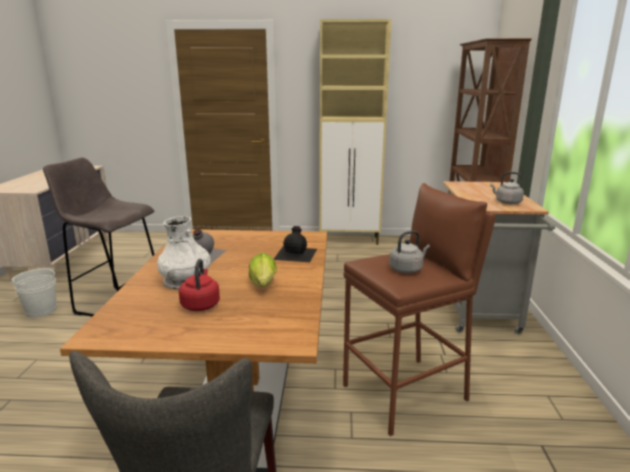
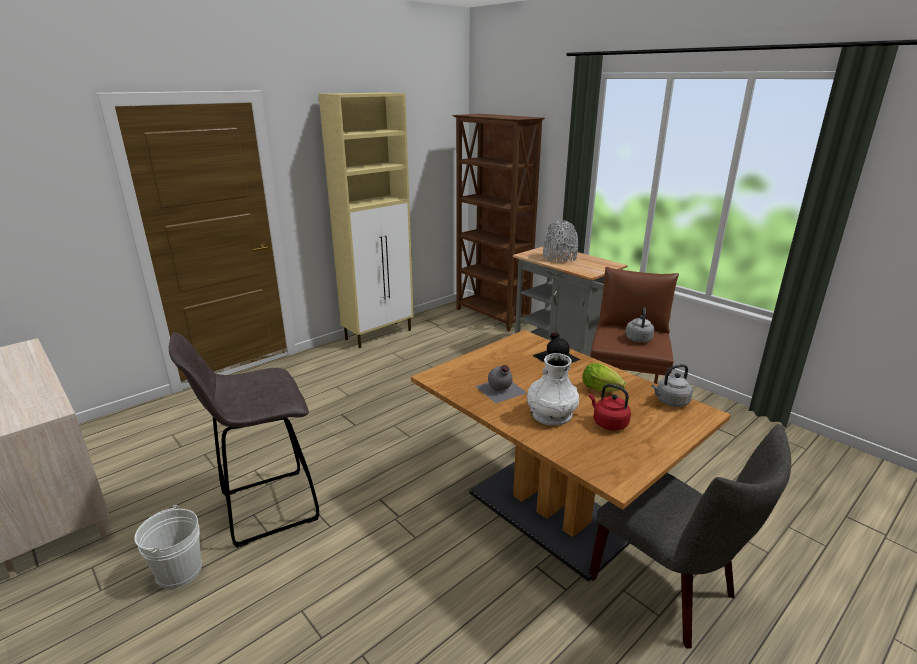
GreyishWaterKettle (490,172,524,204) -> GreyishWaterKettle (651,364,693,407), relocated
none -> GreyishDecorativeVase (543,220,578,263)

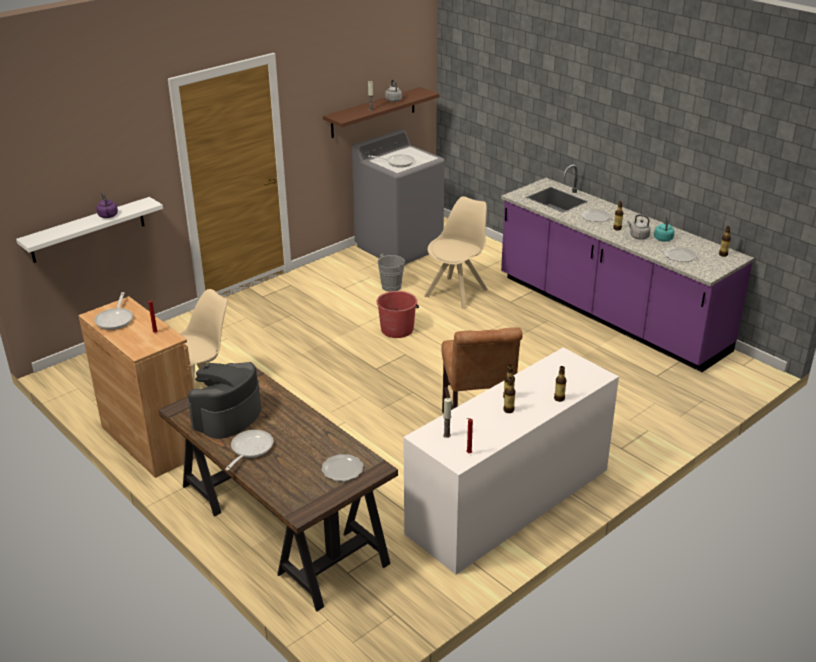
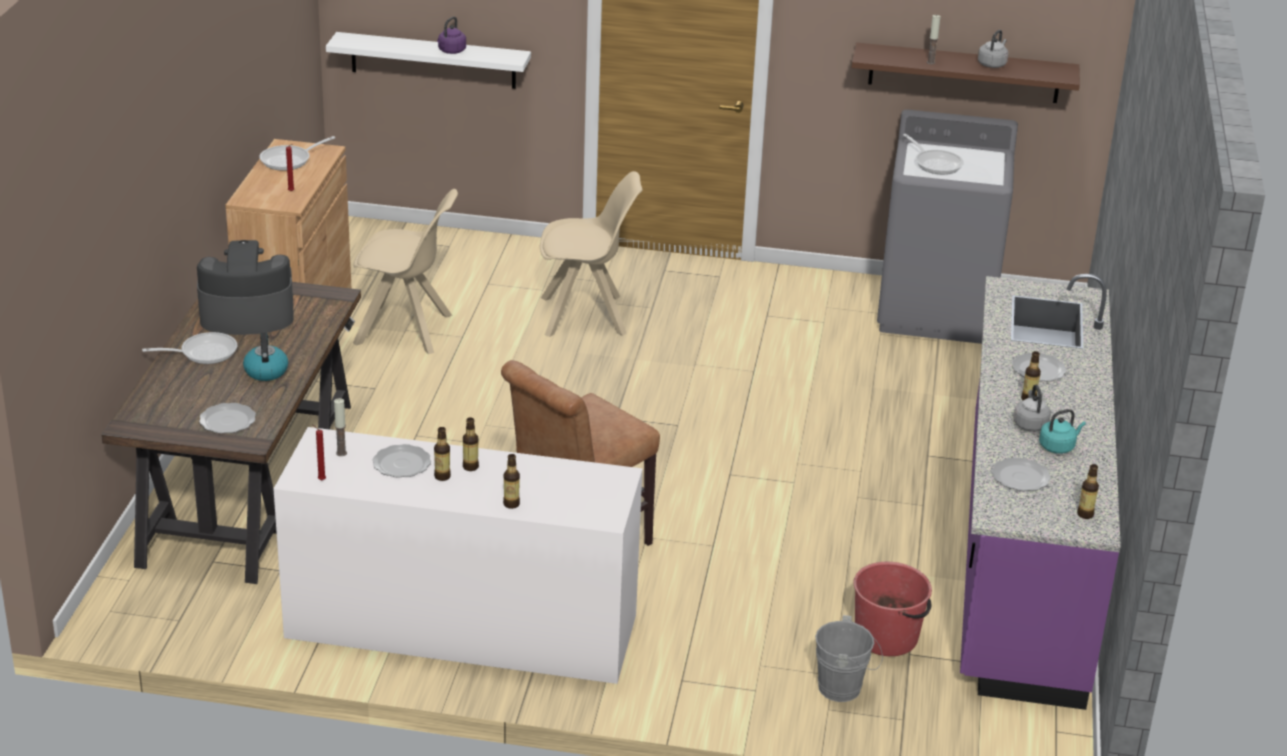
BeigeColouredPlainChair (424,196,488,309) -> BeigeColouredPlainChair (540,171,643,337), relocated
GreyishWaterBucket (378,254,410,292) -> GreyishWaterBucket (815,615,883,702), relocated
RedWaterBucket (376,291,419,338) -> RedWaterBucket (853,562,932,656), relocated
none -> WaterKettle (243,332,288,381)
none -> Plate (373,444,431,478)

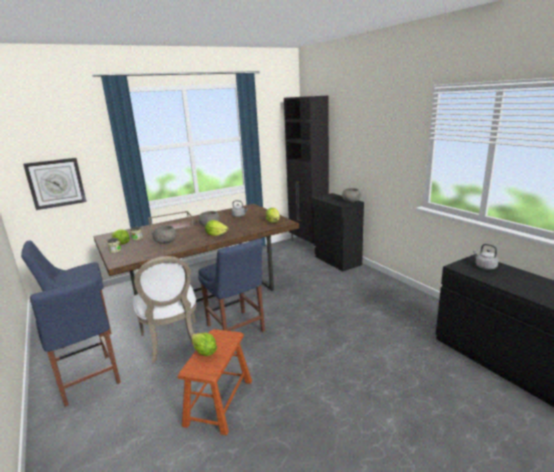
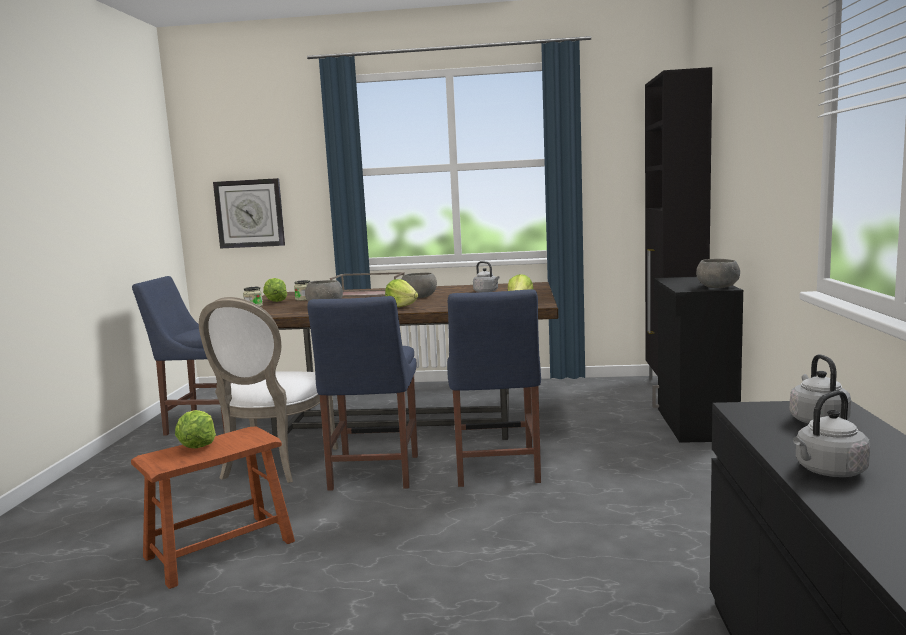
BlueColouredPlainChair (30,277,121,407) -> BlueColouredPlainChair (447,289,541,487), relocated
none -> GreyishWaterKettle (793,390,870,477)

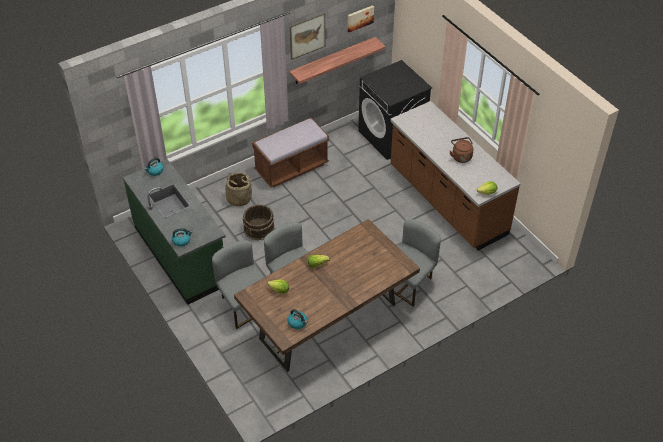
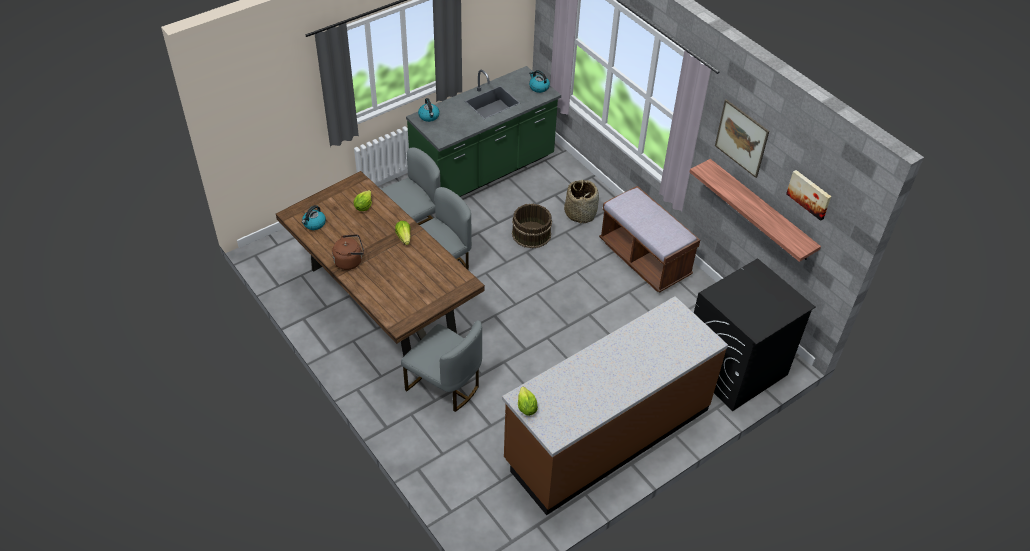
BrownishWaterKettle (450,137,473,163) -> BrownishWaterKettle (332,234,364,270), relocated

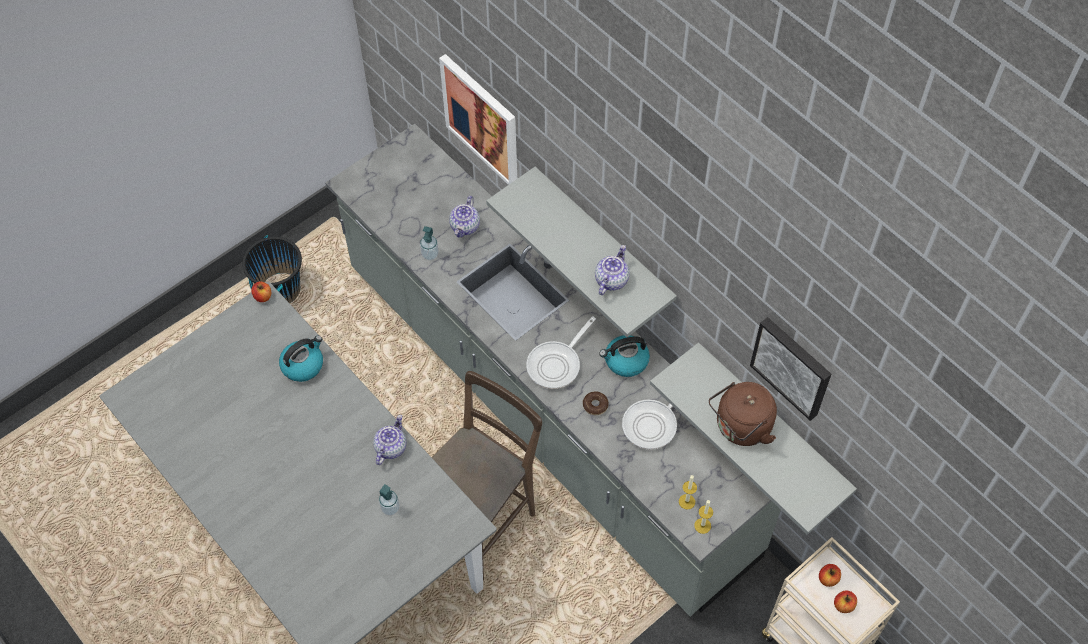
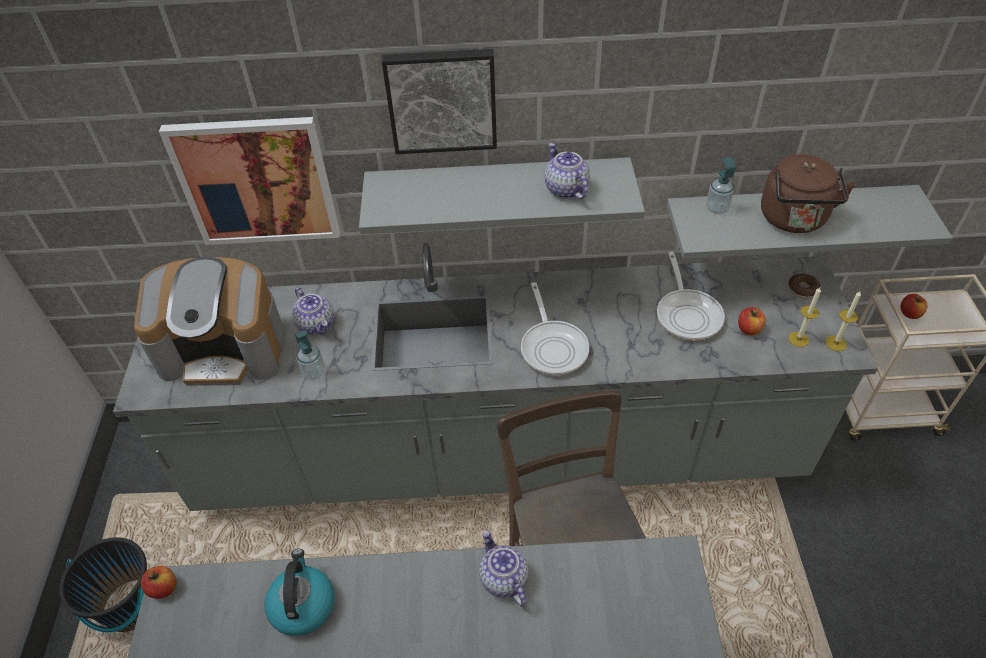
Picture (750,317,831,421) -> Picture (382,49,497,154), relocated
WaterKettle (599,335,650,377) -> none
Doughnut (583,391,609,415) -> Doughnut (788,273,821,299), relocated
SoapBottle (379,484,400,515) -> SoapBottle (706,157,736,214), relocated
Apple (834,590,857,613) -> Apple (738,307,766,335), relocated
none -> CoffeeBrewer (134,257,286,386)

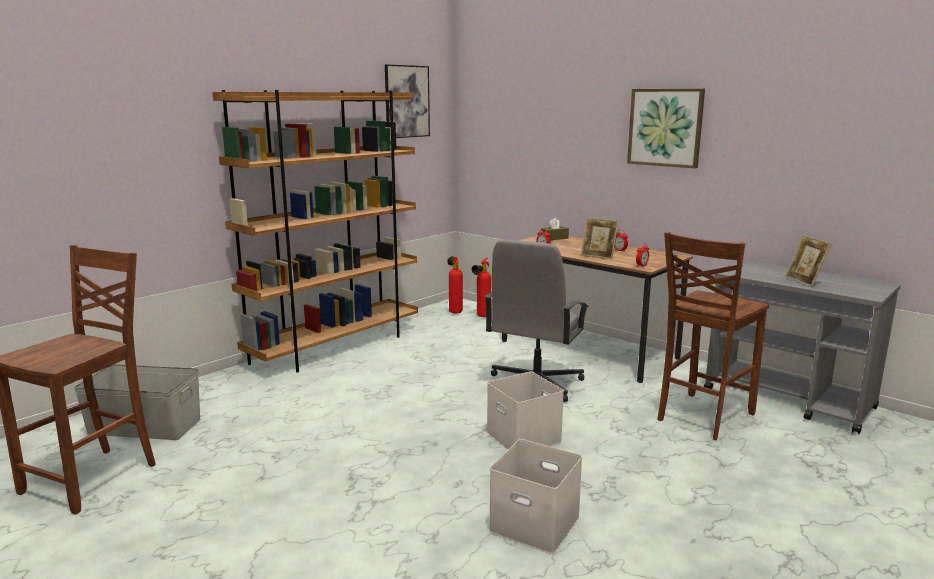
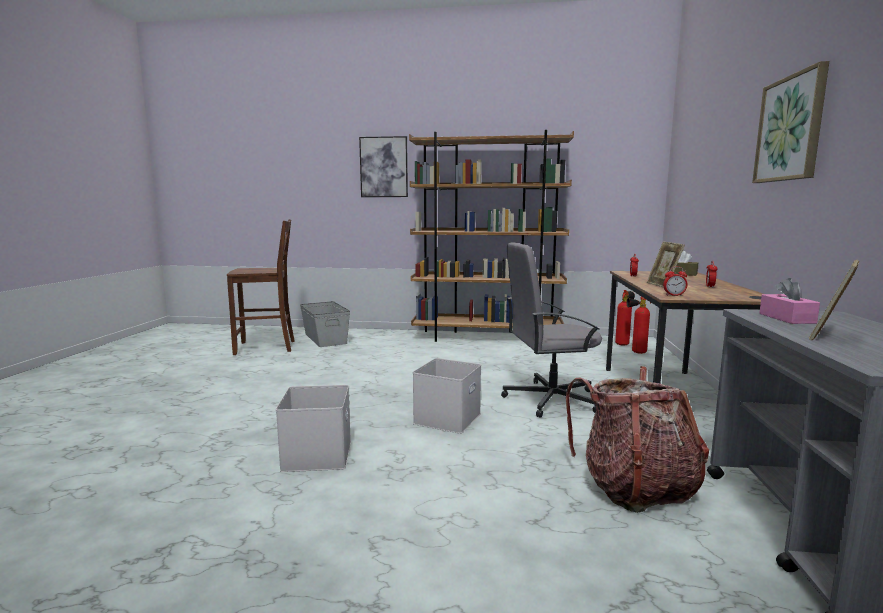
Picture (385,64,430,138) -> Picture (359,136,408,197), relocated
BrownishPlainChair (658,232,769,440) -> Knapsack (566,366,709,513)
none -> PinkishTissueBox (759,278,820,324)

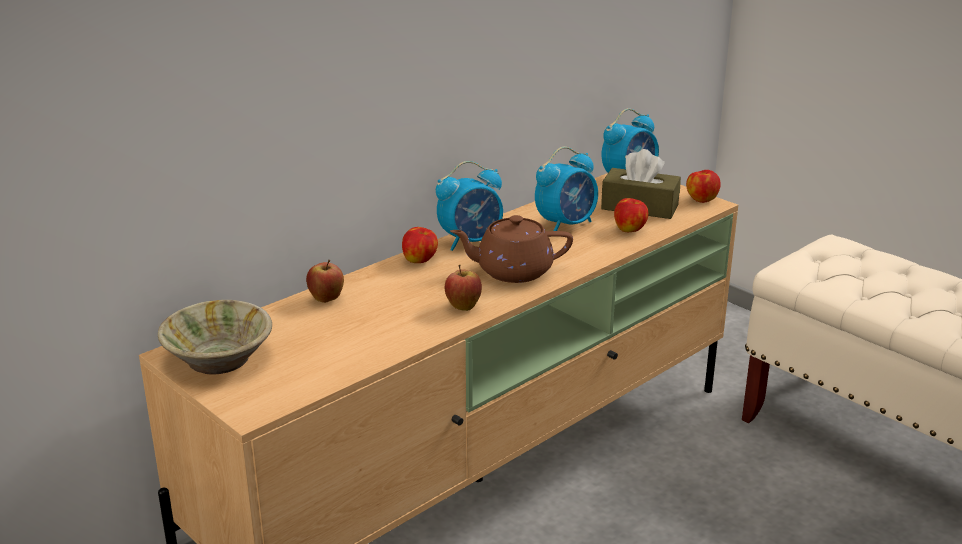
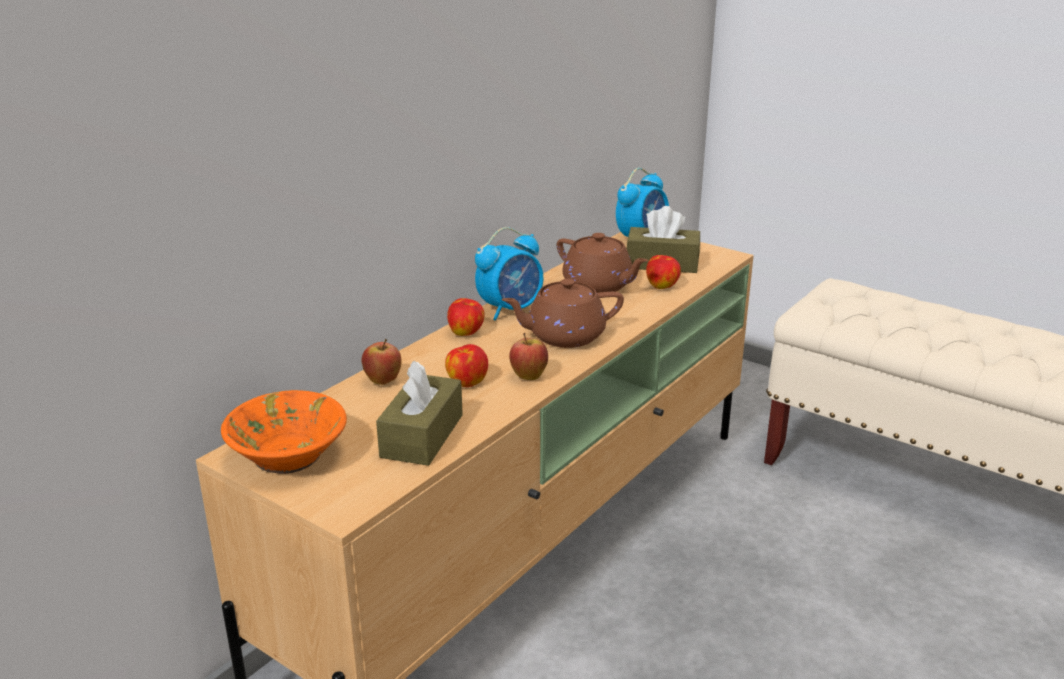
AlarmClock (535,147,598,231) -> BrownishTeapot (557,233,648,293)
Apple (686,170,721,203) -> Apple (445,344,488,387), relocated
BeigeColouredBowl (158,300,272,375) -> OrangeBowl (221,390,347,474)
none -> BrownishTissueBox (376,360,463,466)

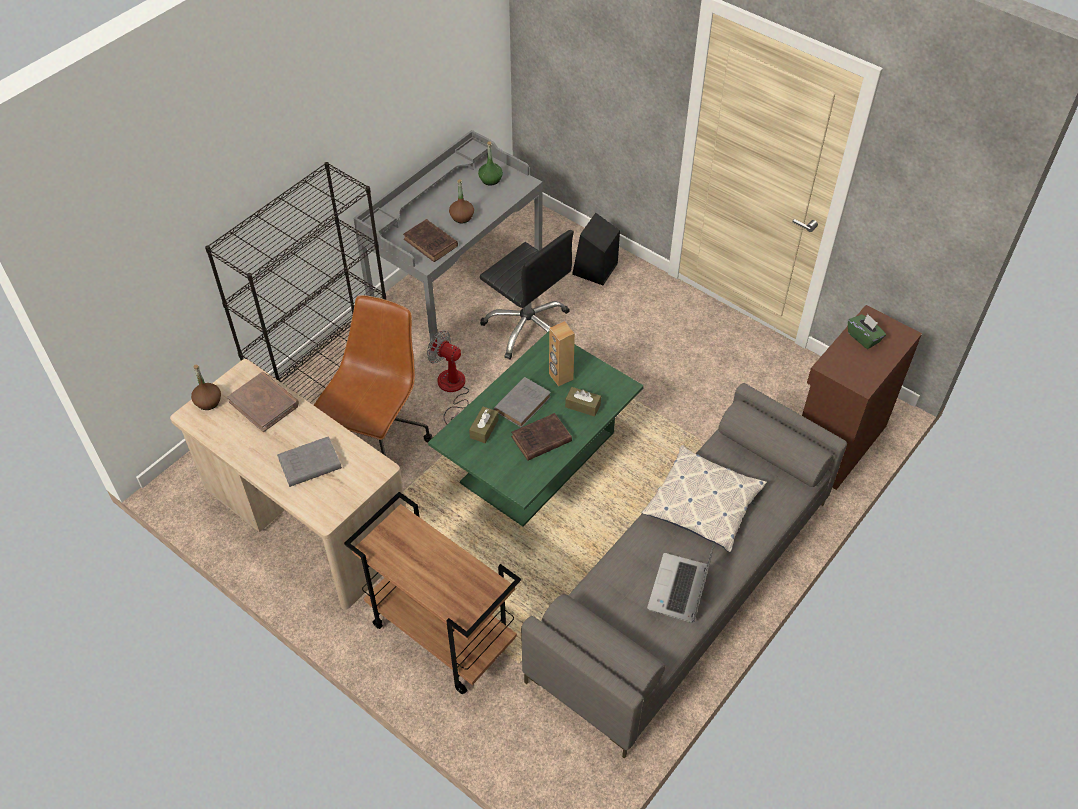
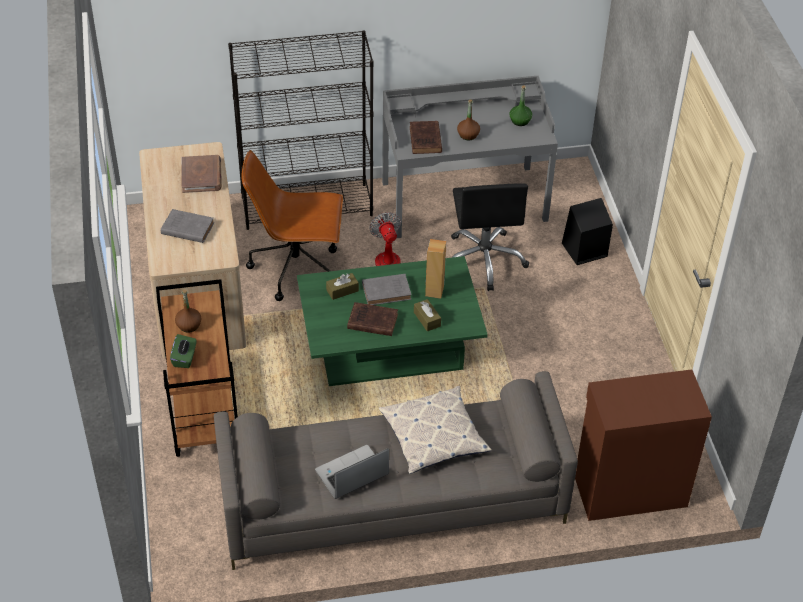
BrownishComputerChair (314,295,432,456) -> BrownishComputerChair (241,150,343,301), 150 degrees counterclockwise
GreenColouredTissueBox (848,314,886,349) -> GreenColouredTissueBox (170,334,197,368), relocated
BrownishDrinkBottle (191,364,221,410) -> BrownishDrinkBottle (175,289,202,333), relocated

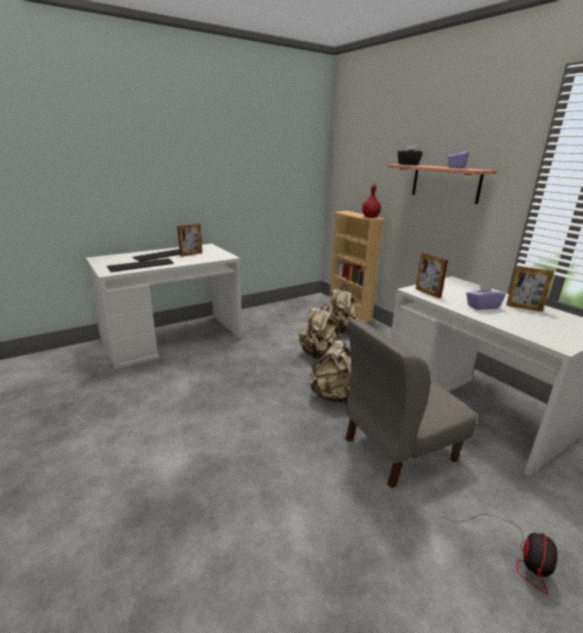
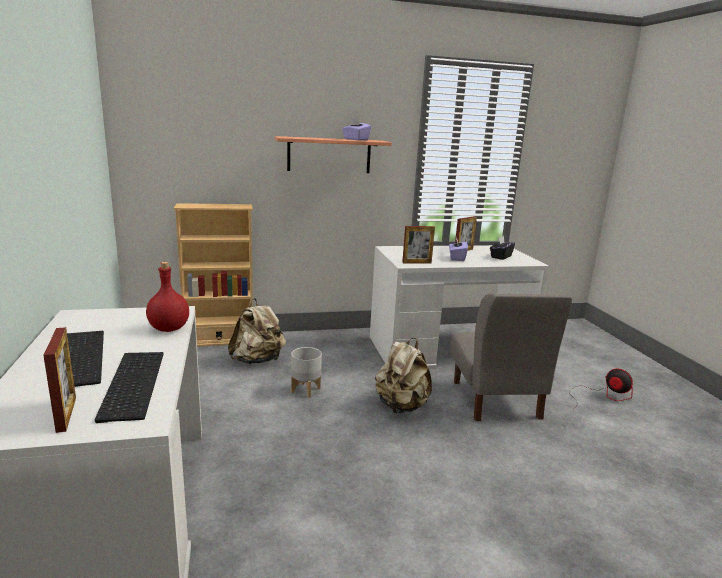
BlackishTissueBox (398,145,423,165) -> BlackishTissueBox (490,236,515,260), relocated
RedDrinkBottle (362,184,381,218) -> RedDrinkBottle (146,262,189,332), relocated
PictureFrame (177,224,202,256) -> PictureFrame (43,327,76,433), relocated
BeigeColouredKnapsack (299,304,339,359) -> GreyishPlanter (291,347,322,398)

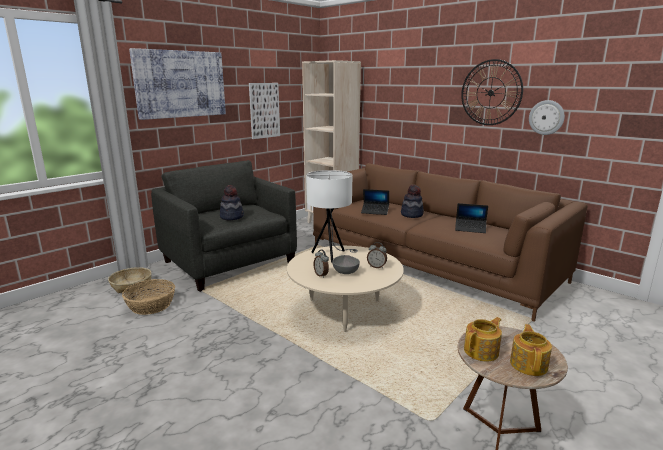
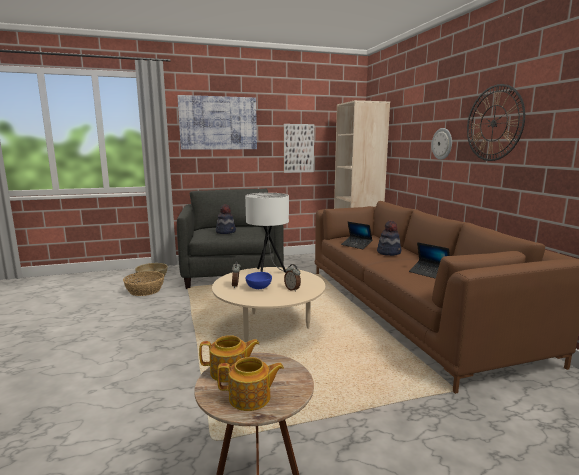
HangingClock (529,100,565,135) -> HangingClock (432,128,452,160), relocated
GreyishBowl (332,255,360,274) -> BlueColouredBowl (246,272,272,289)
Teapot (510,324,552,376) -> Teapot (217,357,284,411), 45 degrees clockwise

